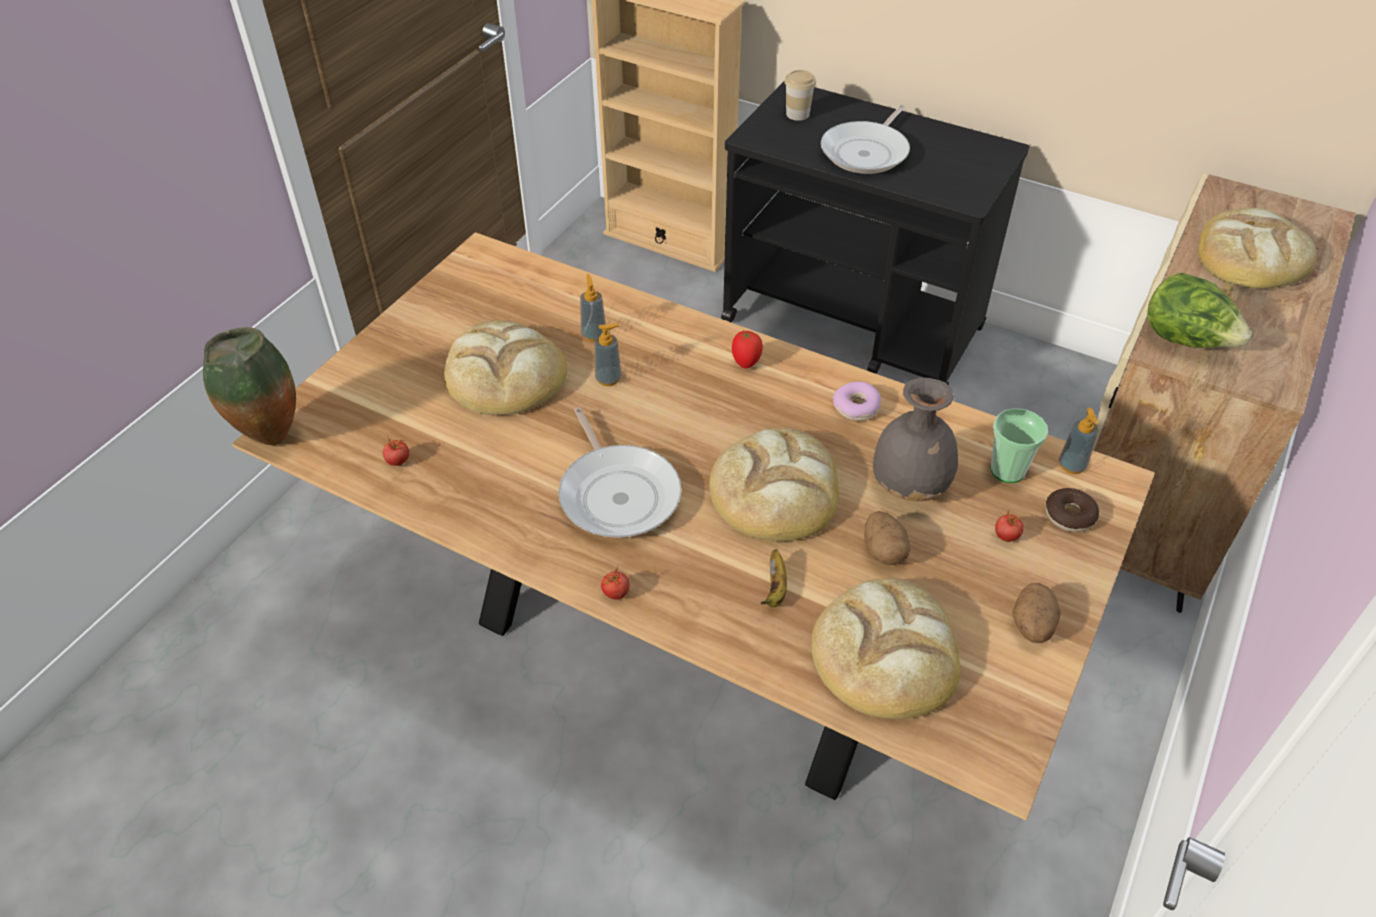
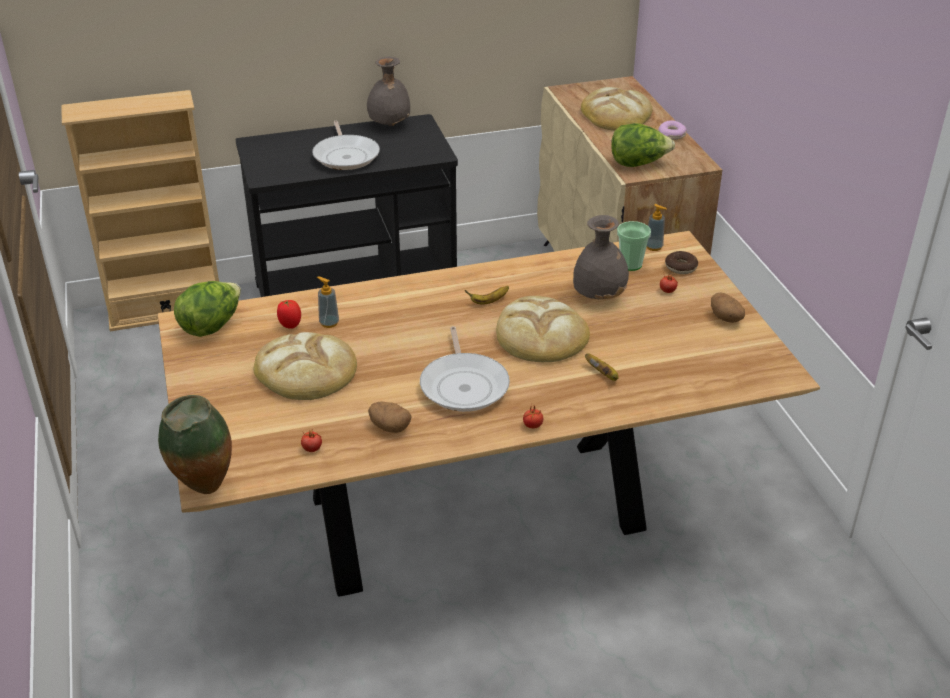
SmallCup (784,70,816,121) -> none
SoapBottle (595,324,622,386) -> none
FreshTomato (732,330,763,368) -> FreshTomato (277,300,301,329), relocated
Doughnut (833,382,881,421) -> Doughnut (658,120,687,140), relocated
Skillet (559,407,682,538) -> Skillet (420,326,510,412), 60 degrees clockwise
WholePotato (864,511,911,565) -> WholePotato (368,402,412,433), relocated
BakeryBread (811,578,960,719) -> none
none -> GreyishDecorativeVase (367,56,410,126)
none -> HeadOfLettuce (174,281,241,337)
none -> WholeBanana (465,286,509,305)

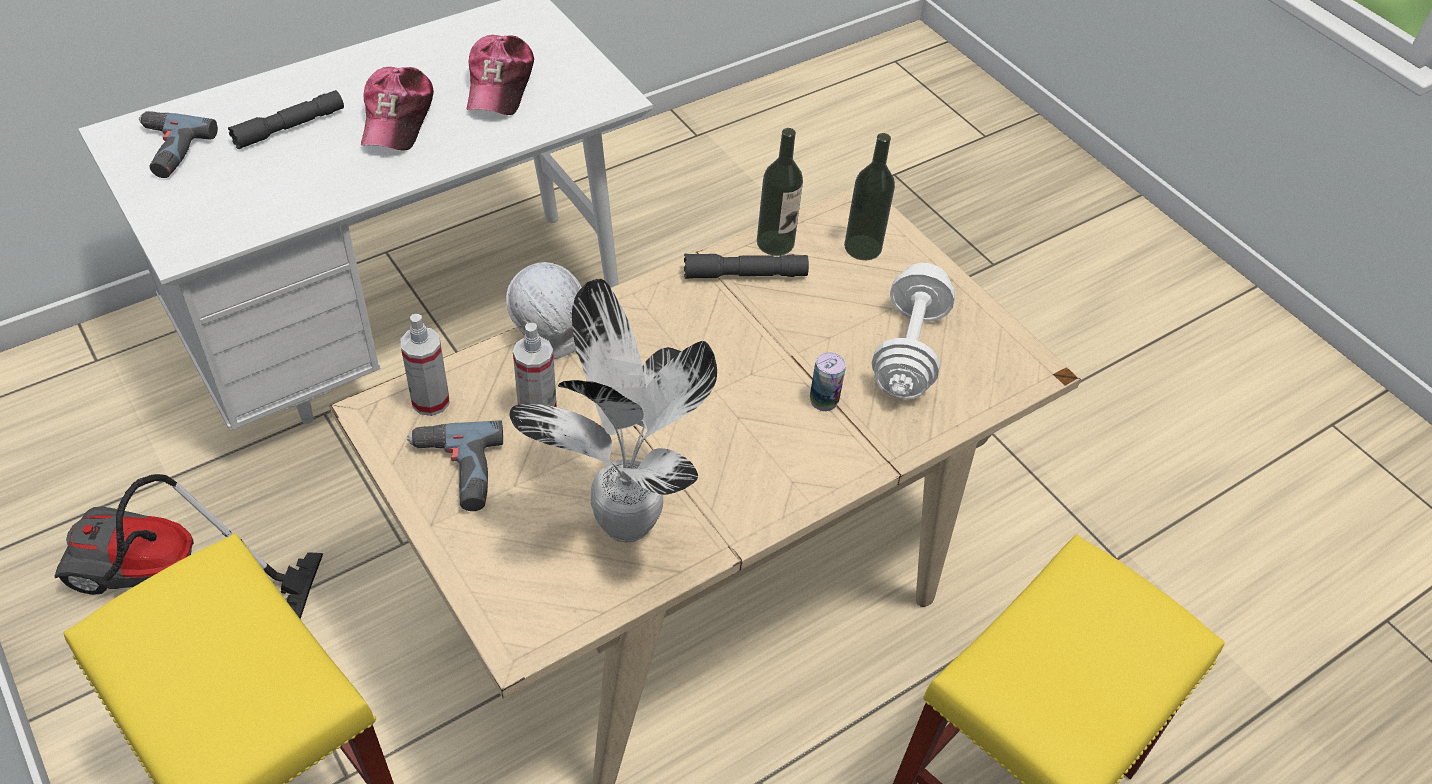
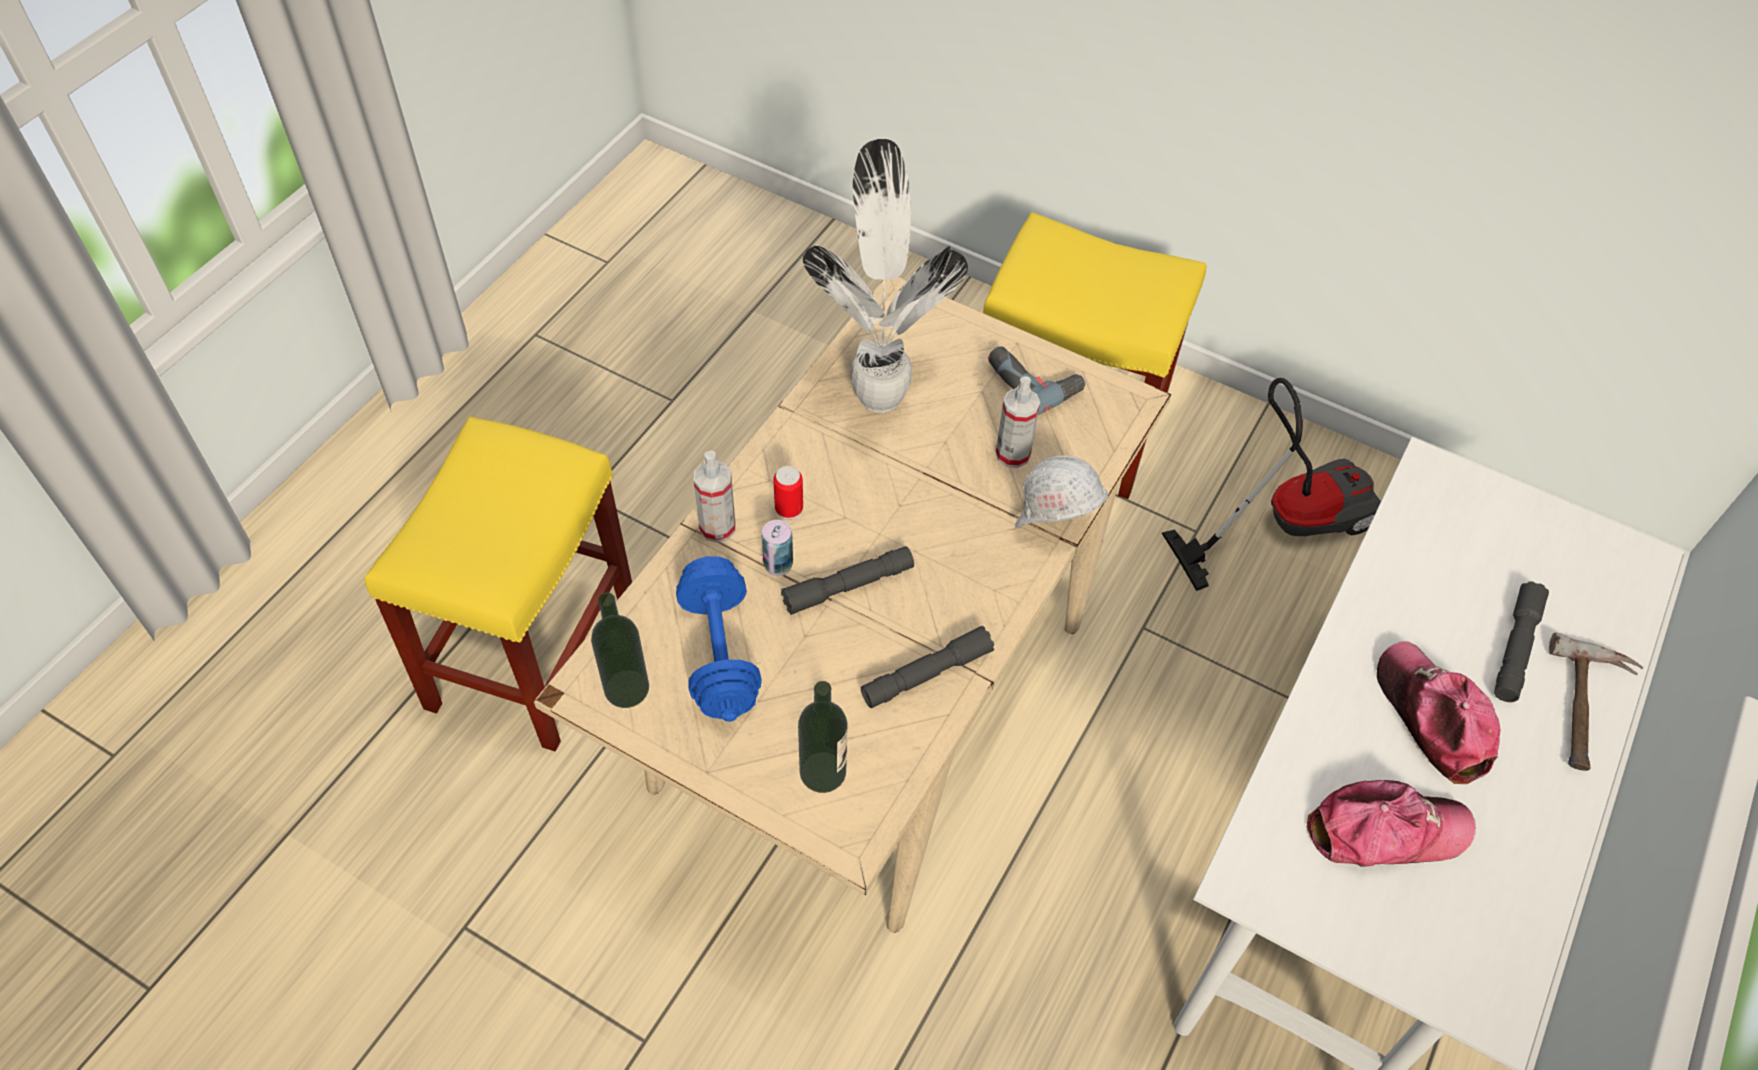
Cap (467,35,534,115) -> Cap (1307,780,1476,867), 105 degrees clockwise
PowerDrill (139,111,218,178) -> none
DrinkBottle (757,128,803,256) -> DrinkBottle (591,592,649,708), relocated
WhiteFreeWeight (872,263,955,399) -> BlueColouredFreeWeight (676,556,762,722)
SprayBottle (401,314,450,416) -> SprayBottle (694,450,736,543), relocated
none -> SealedCan (773,466,803,520)
none -> GreyishTorch (781,546,914,615)
none -> ToolHammer (1549,632,1644,771)

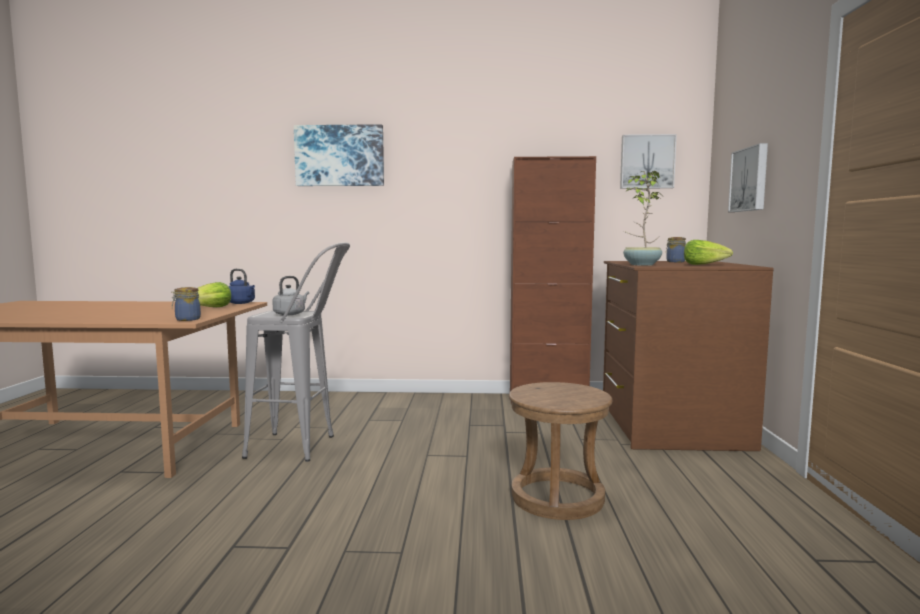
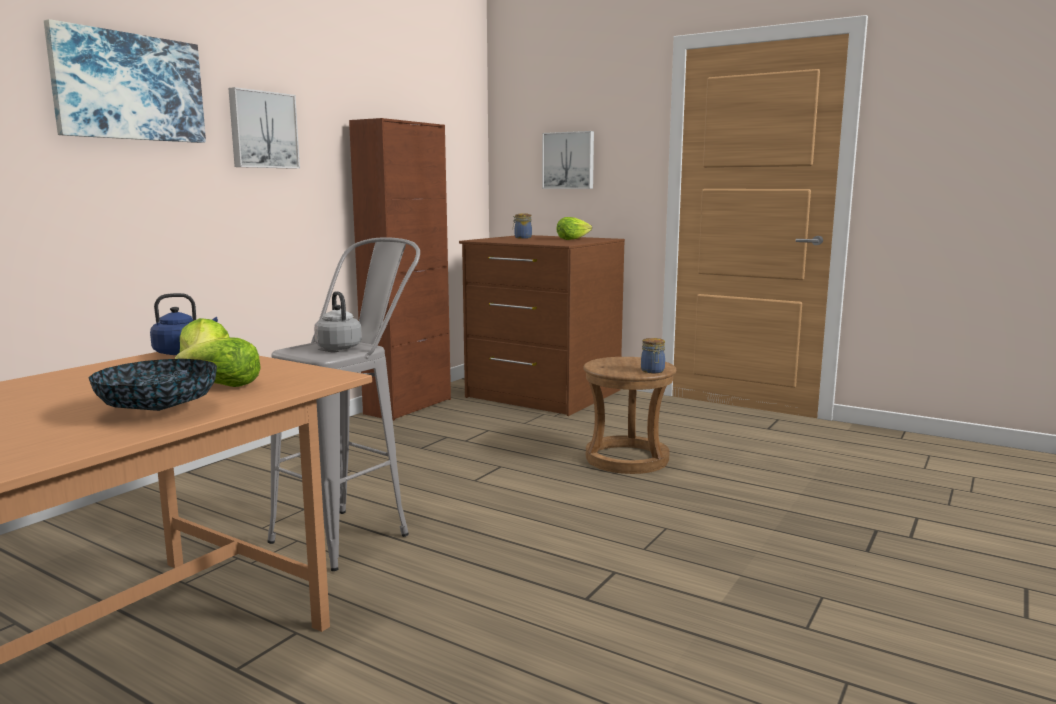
Picture (620,134,677,189) -> Picture (228,87,300,169), relocated
PlantInAPot (623,171,662,266) -> none
PreserveJar (171,287,201,321) -> PreserveJar (641,338,665,373), relocated
none -> HeadOfLettuce (175,337,261,387)
none -> Bowl (88,359,217,411)

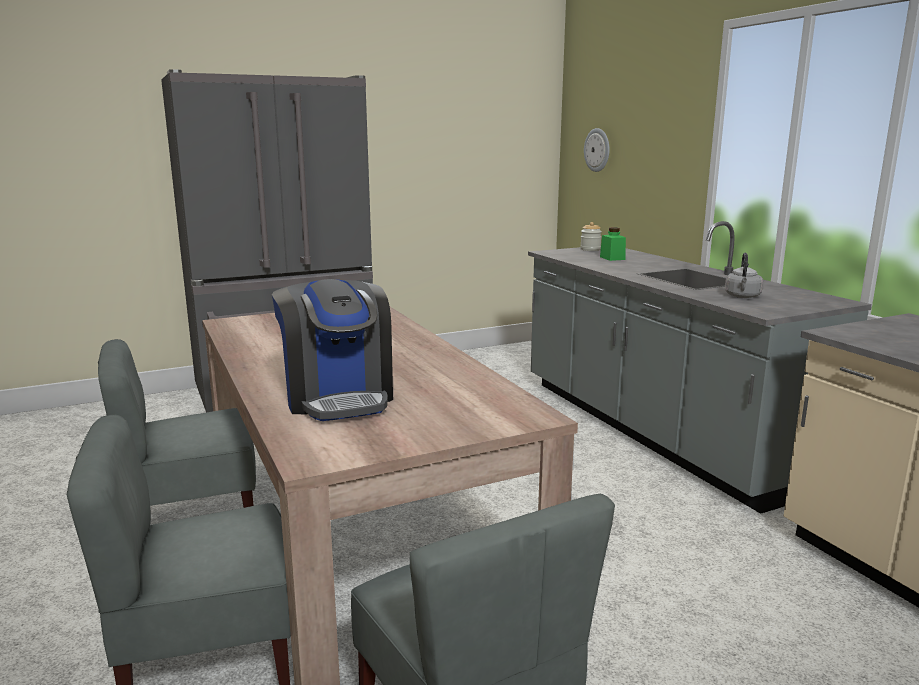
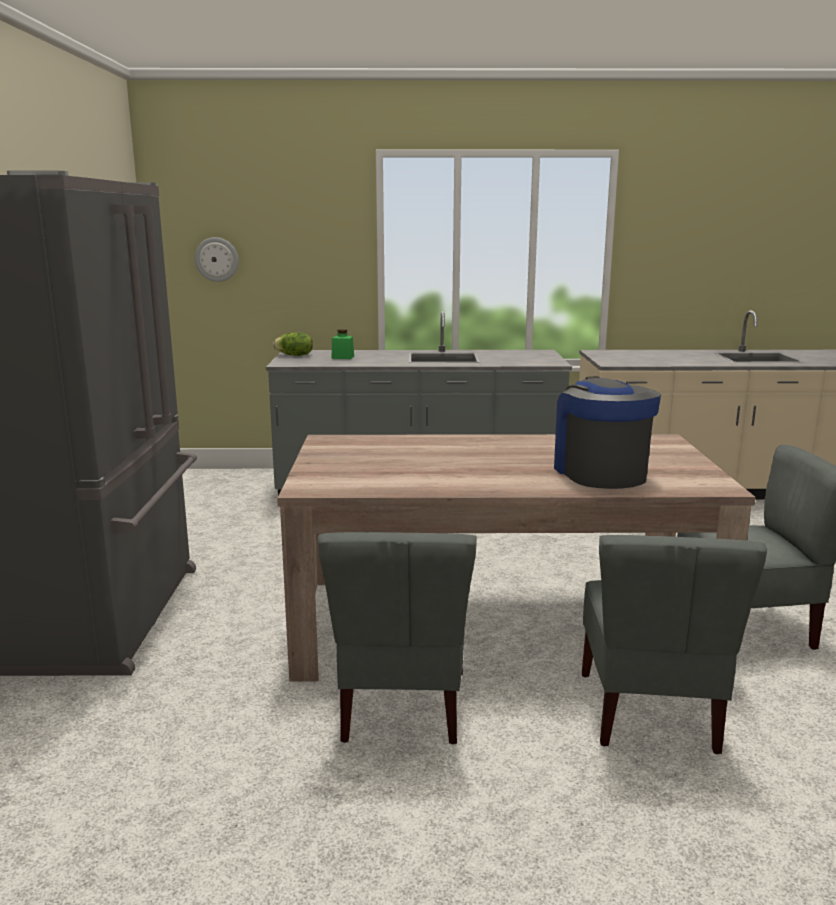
PreserveJar (580,222,602,251) -> HeadOfLettuce (273,332,313,356)
GreyishWaterKettle (725,253,763,298) -> none
CoffeeBrewer (272,279,393,421) -> CoffeeBrewer (554,376,661,489), 105 degrees counterclockwise

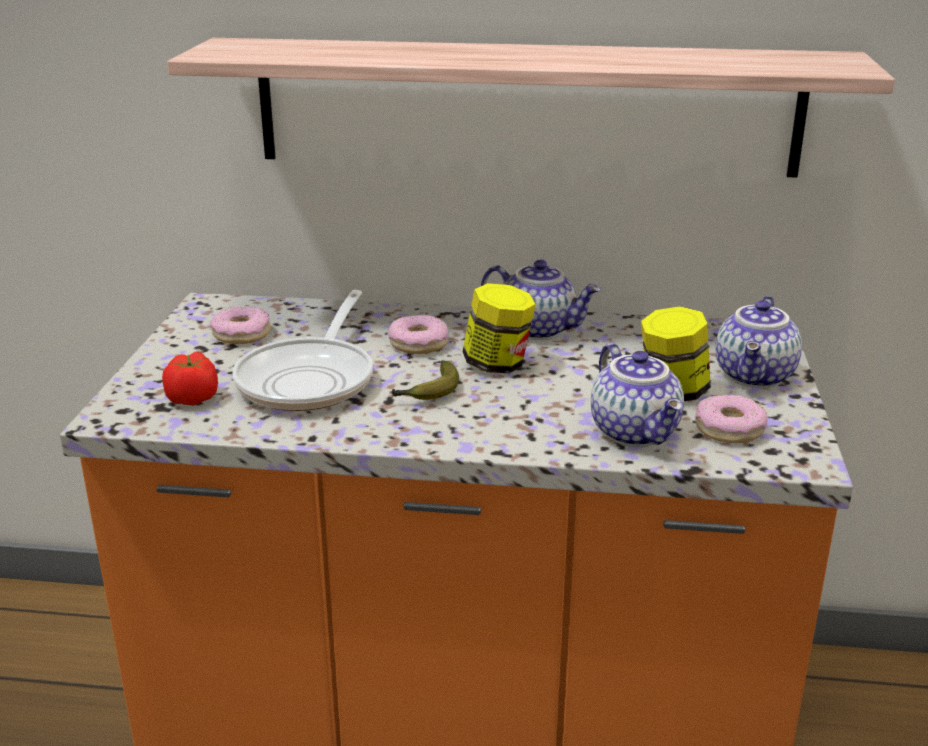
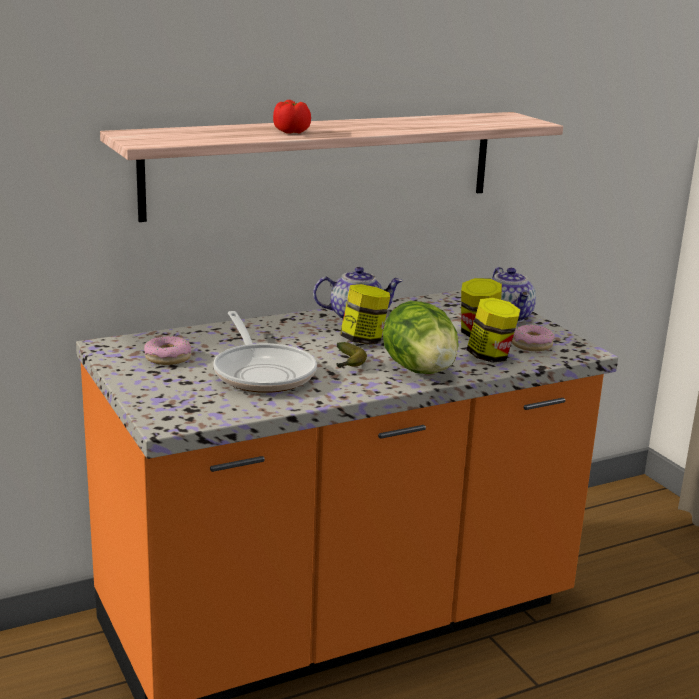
Doughnut (389,315,448,354) -> none
Teapot (591,343,684,447) -> PreserveJar (467,298,520,363)
FreshTomato (162,352,218,406) -> FreshTomato (273,100,311,134), relocated
none -> HeadOfLettuce (383,301,459,374)

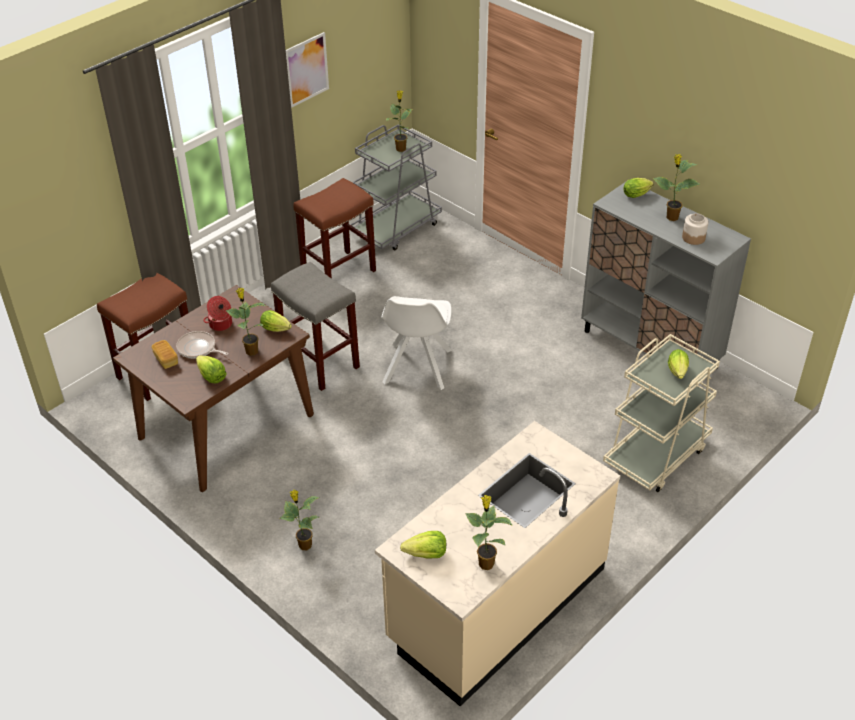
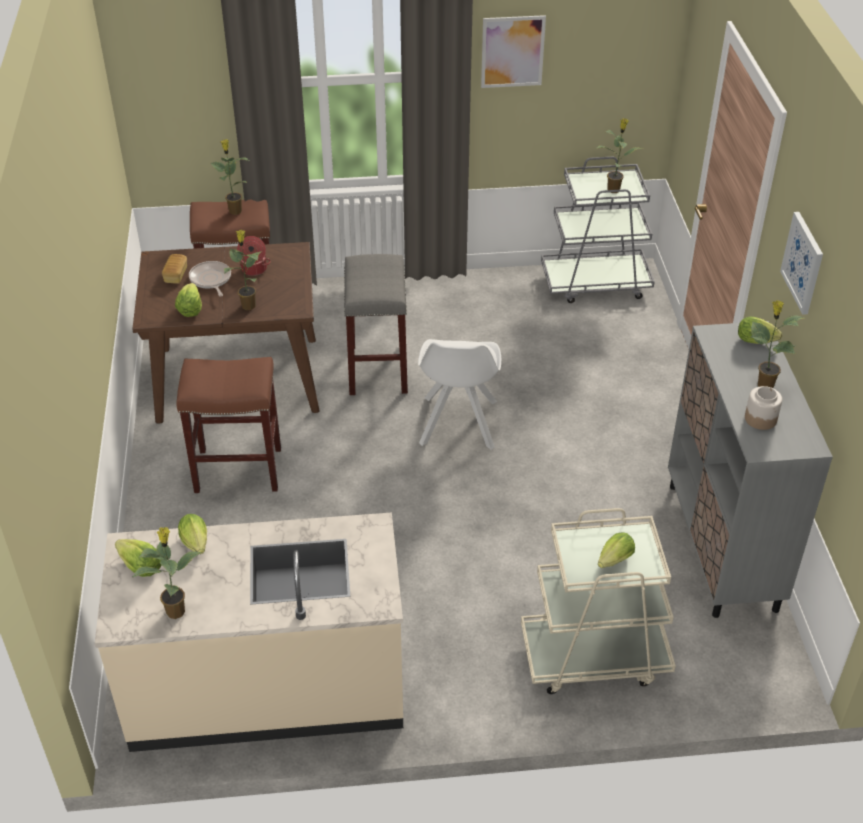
BrownishStoolSeat (293,178,376,279) -> BrownishStoolSeat (177,357,281,493), relocated
WhitePlainChair (382,296,452,390) -> WhitePlainChair (418,339,501,450), 45 degrees counterclockwise
HeadOfLettuce (260,310,292,332) -> HeadOfLettuce (178,514,207,554), relocated
PlantInAPot (279,490,320,550) -> PlantInAPot (210,139,249,215), relocated
none -> Picture (780,212,823,315)

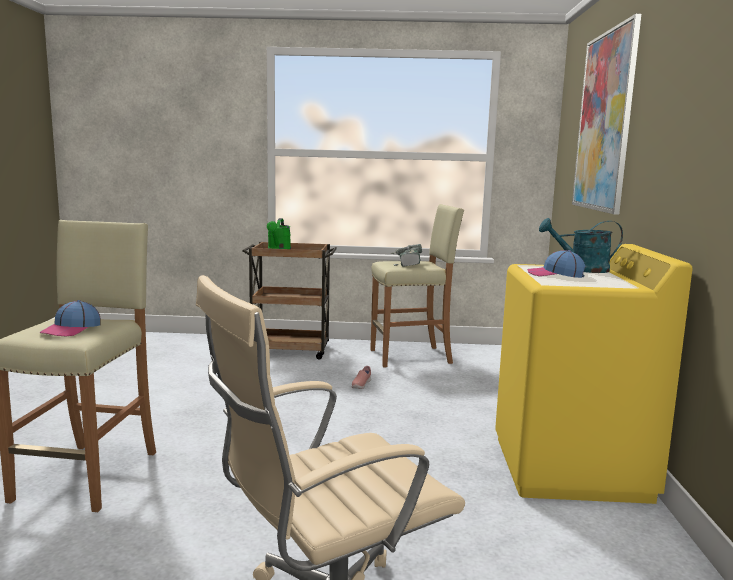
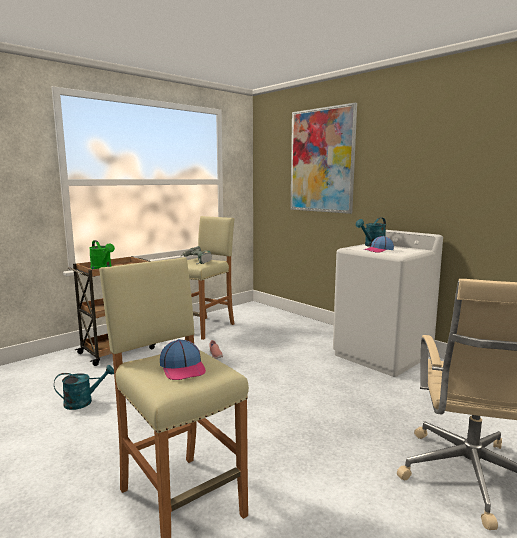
YellowishWashingMachine (495,244,692,504) -> WhiteWashingMachine (333,230,443,377)
none -> TurquoiseWateringCan (54,365,114,410)

